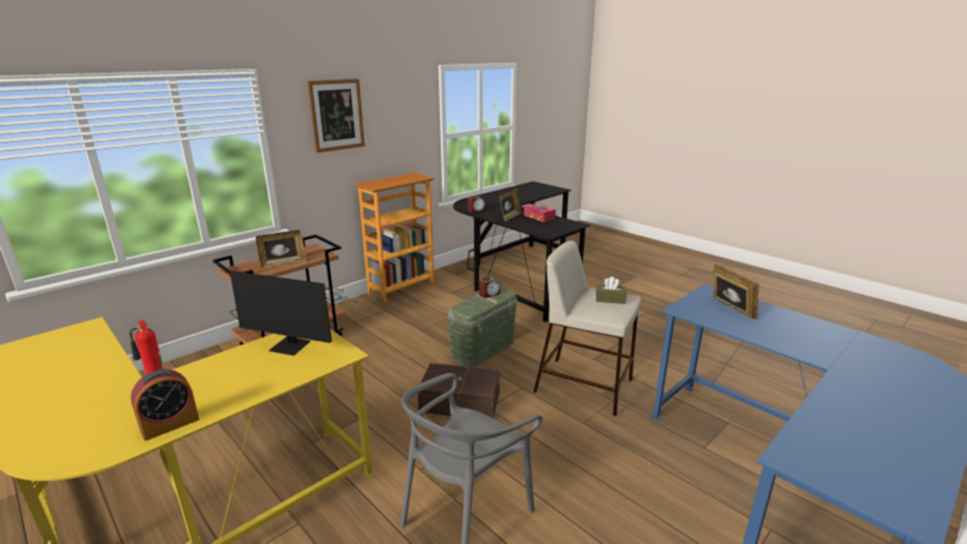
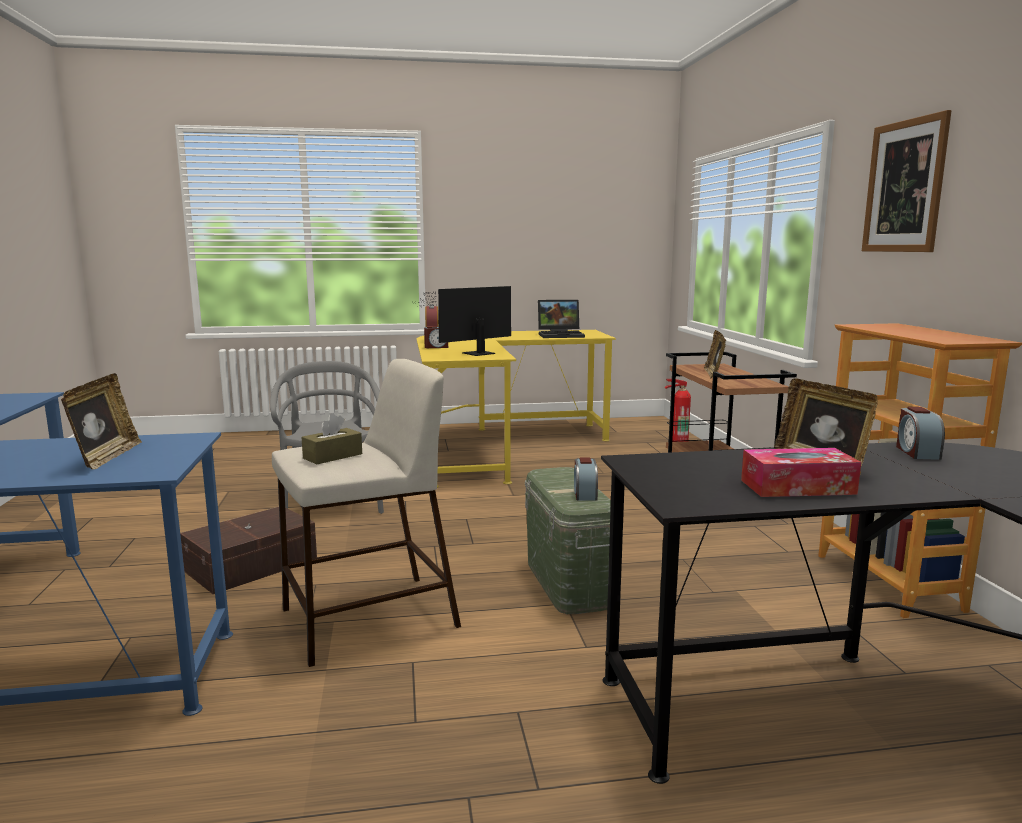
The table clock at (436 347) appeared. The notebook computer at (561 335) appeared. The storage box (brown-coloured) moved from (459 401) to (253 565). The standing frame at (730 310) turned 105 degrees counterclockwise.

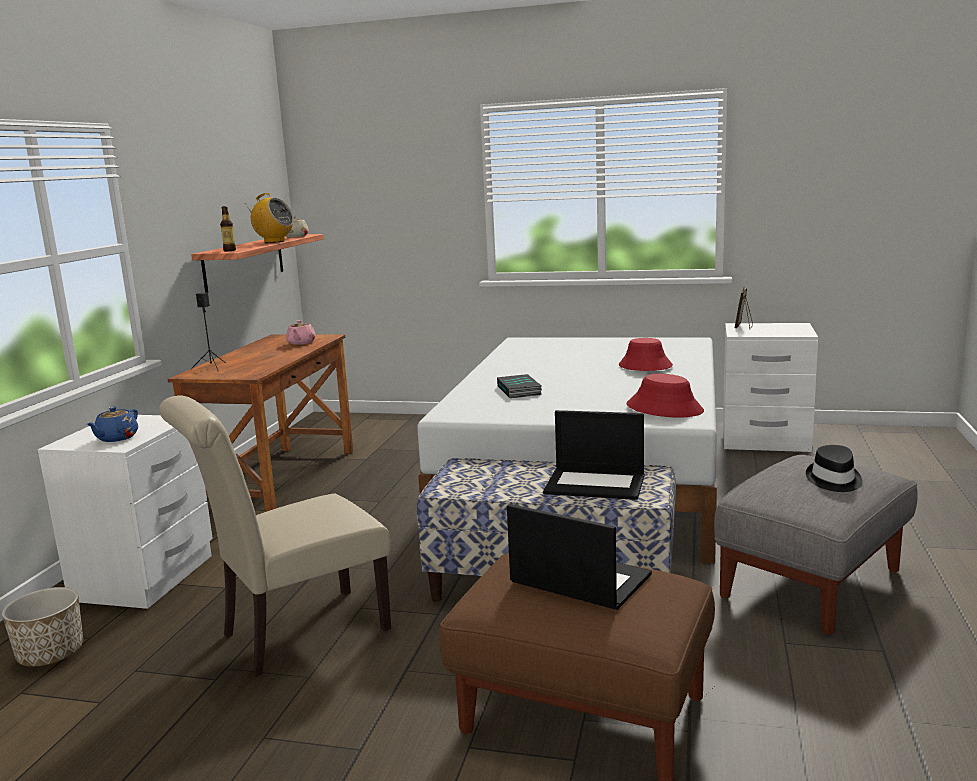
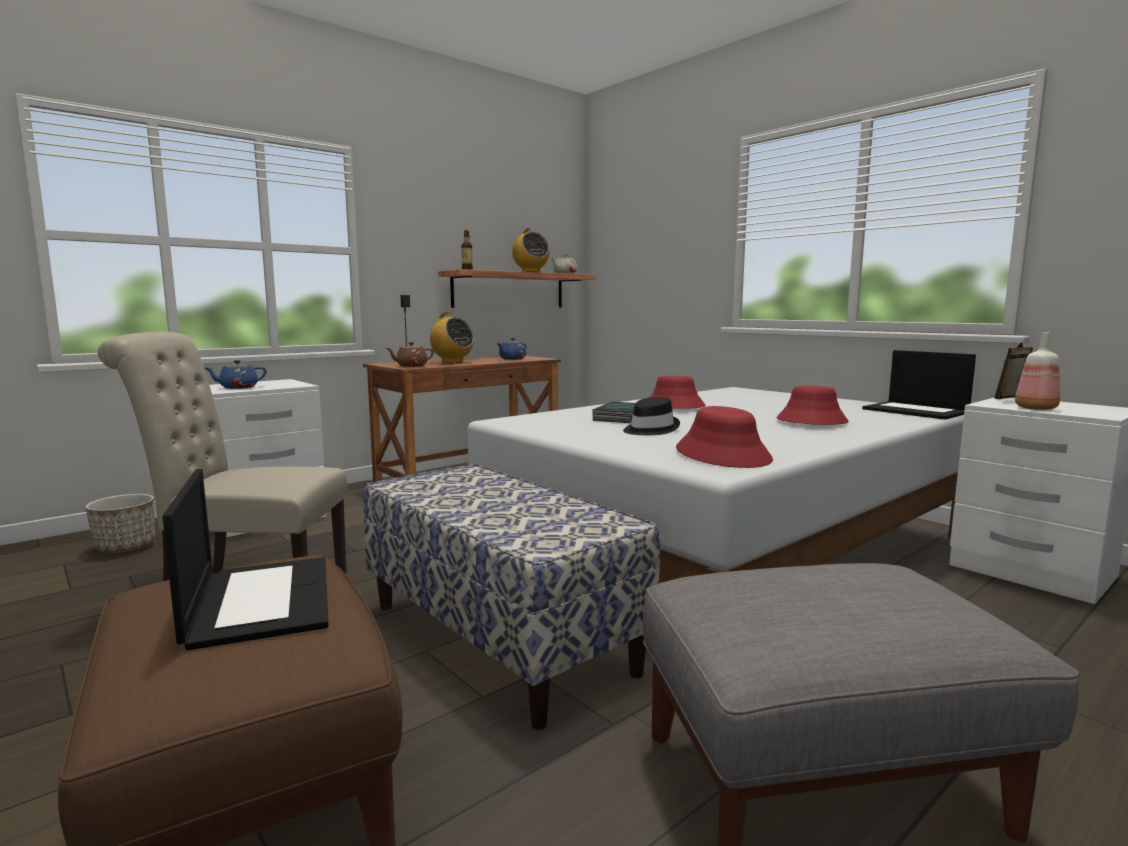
The tea pot (brown-coloured) at (411 366) appeared. The radio at (452 362) appeared. The wearable hat (red-coloured) at (674 406) appeared. The beverage bottle at (1035 408) appeared. The notebook computer moved from (596 484) to (916 411). The wearable hat (blackish) moved from (833 480) to (649 429). The tea pot (pink) at (301 343) became the tea pot (blue-coloured) at (512 359).

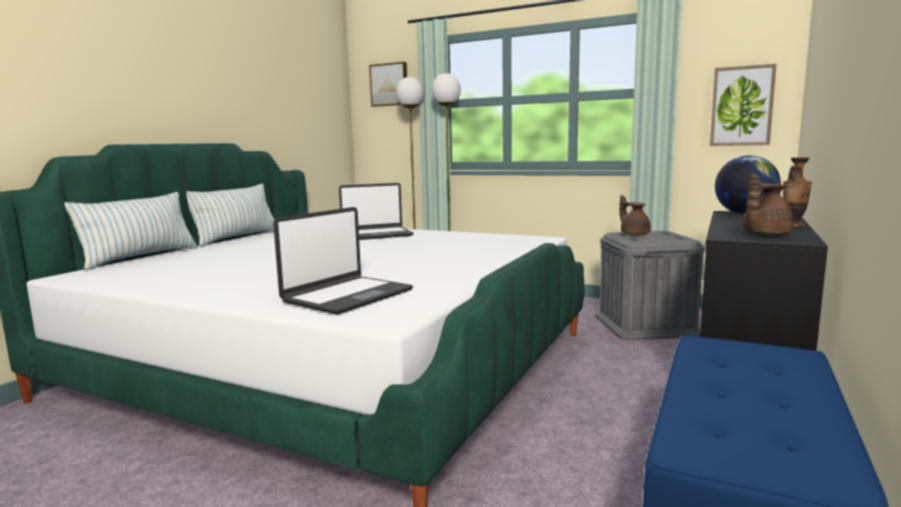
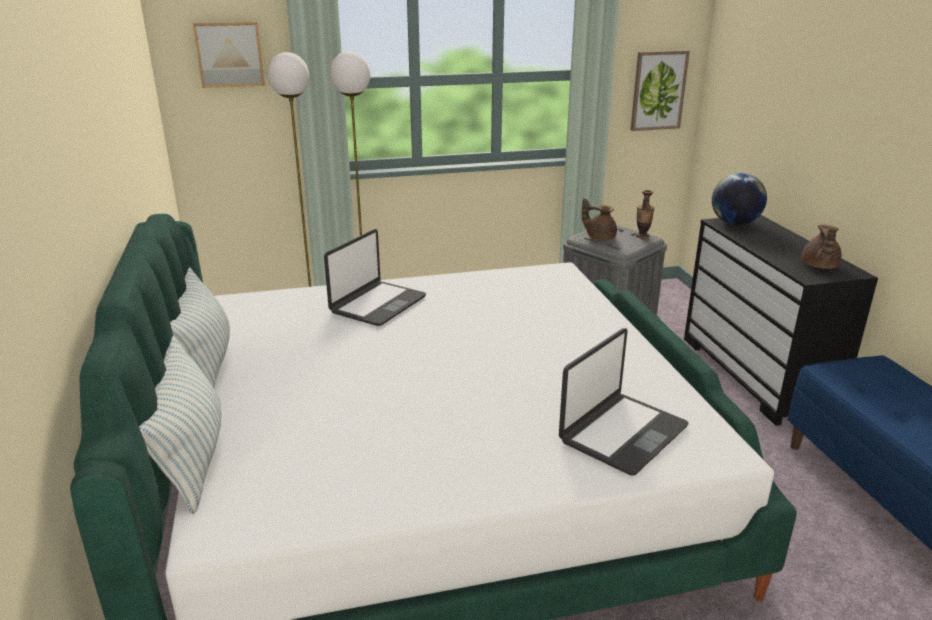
The decorative vase moved from (793 225) to (642 236). The notebook computer at (347 296) turned 45 degrees clockwise.

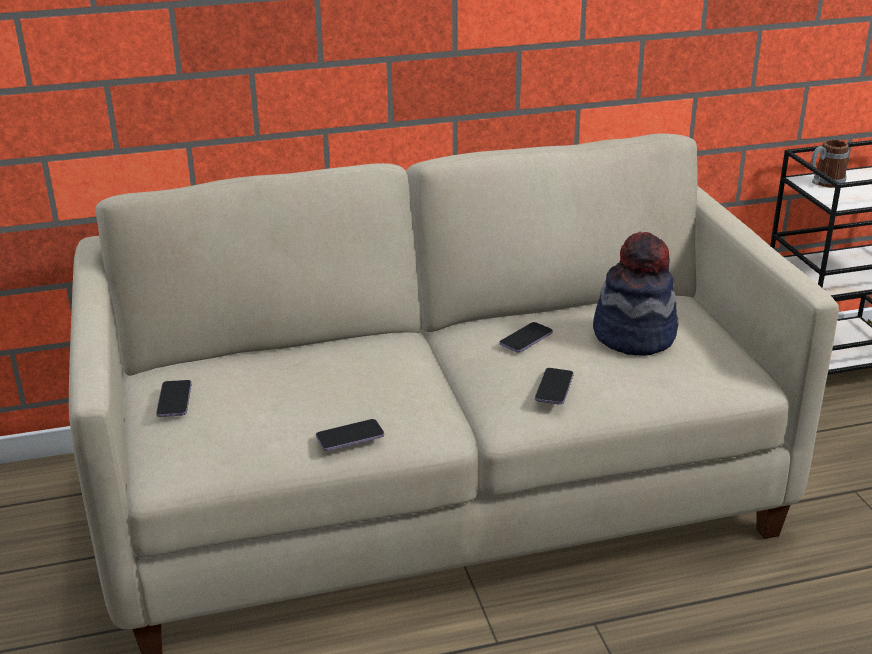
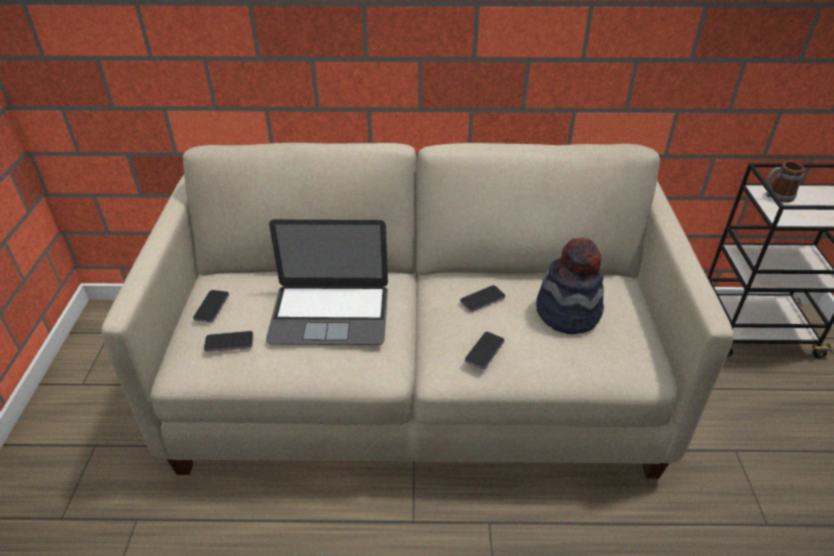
The notebook computer at (330 314) appeared. The handset moved from (350 437) to (229 342).

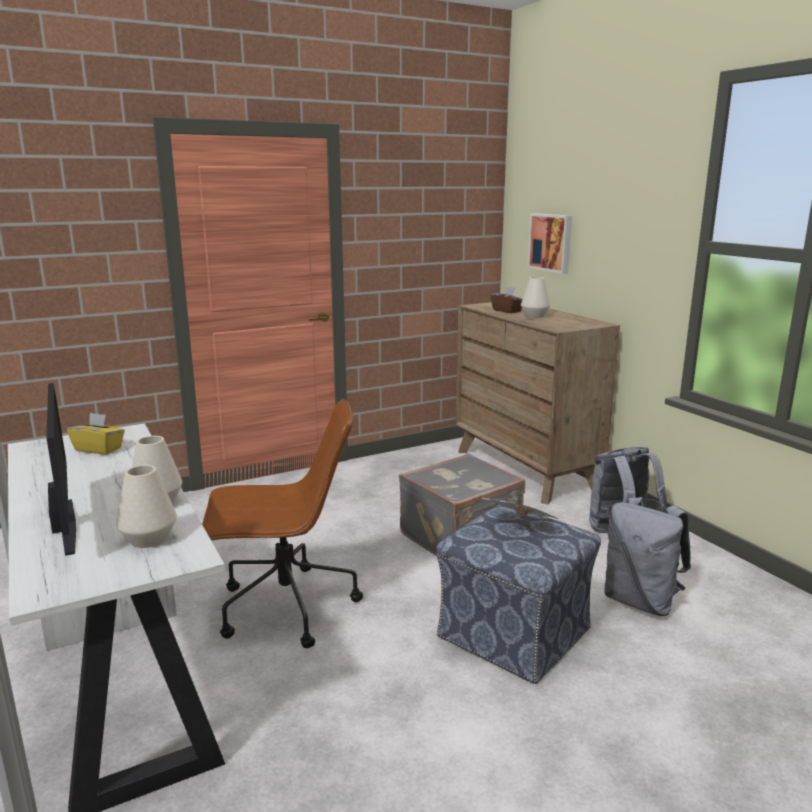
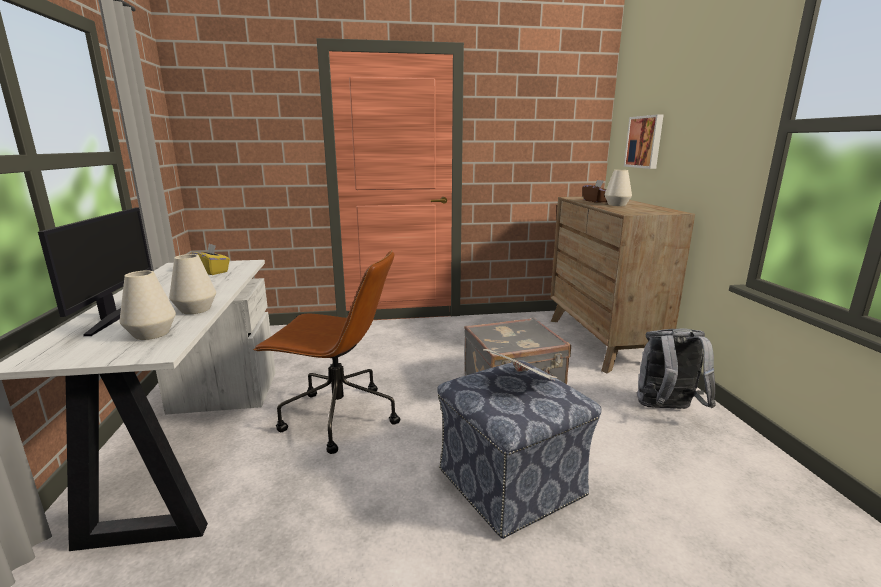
The knapsack (greyish) at (641 601) disappeared.

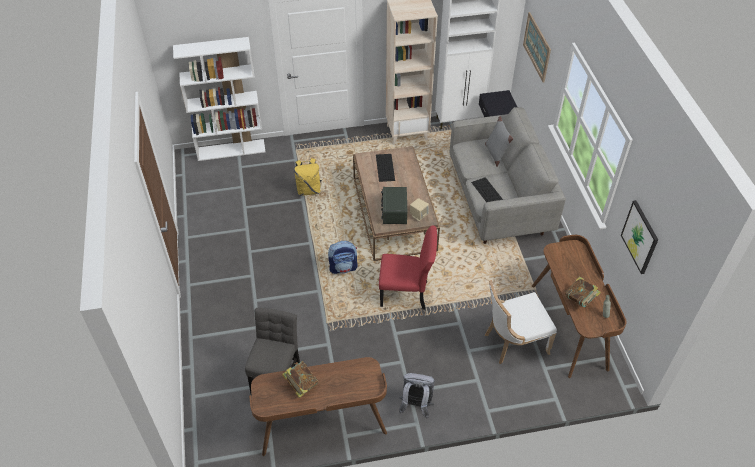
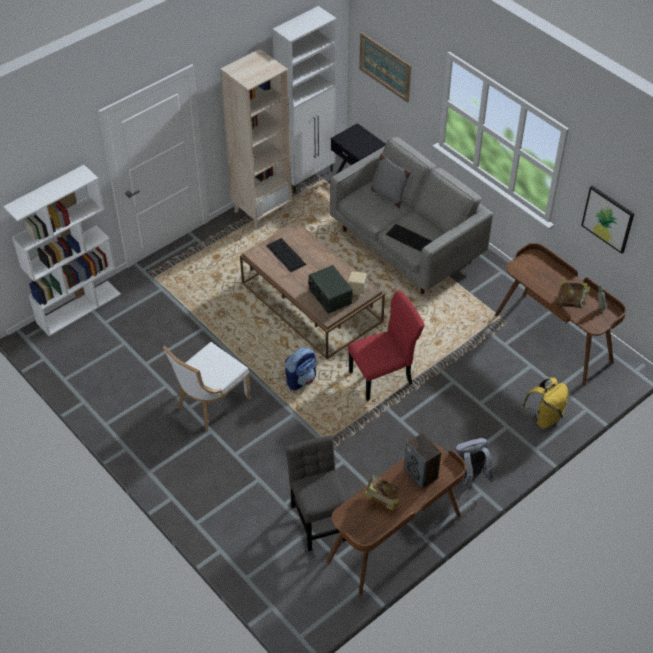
The loudspeaker at (421 474) appeared. The knapsack (yellow-coloured) moved from (308 190) to (544 417). The upright chair (white) moved from (513 342) to (210 403).

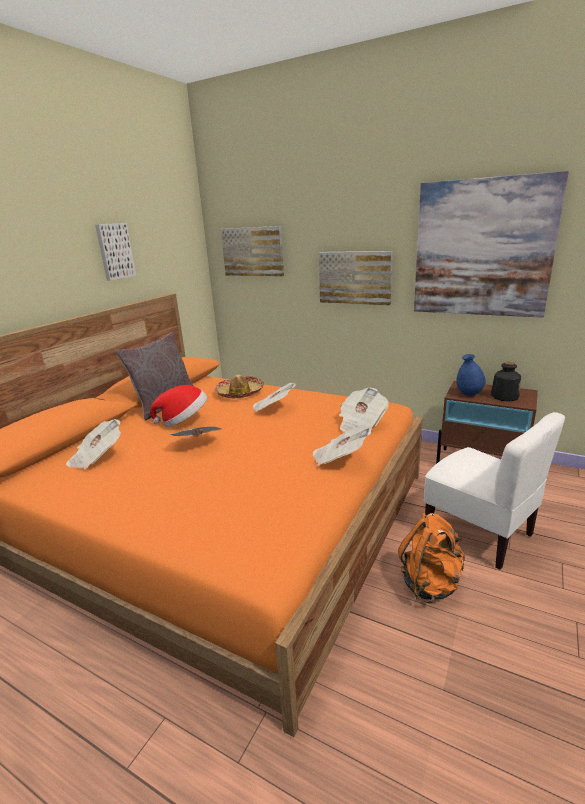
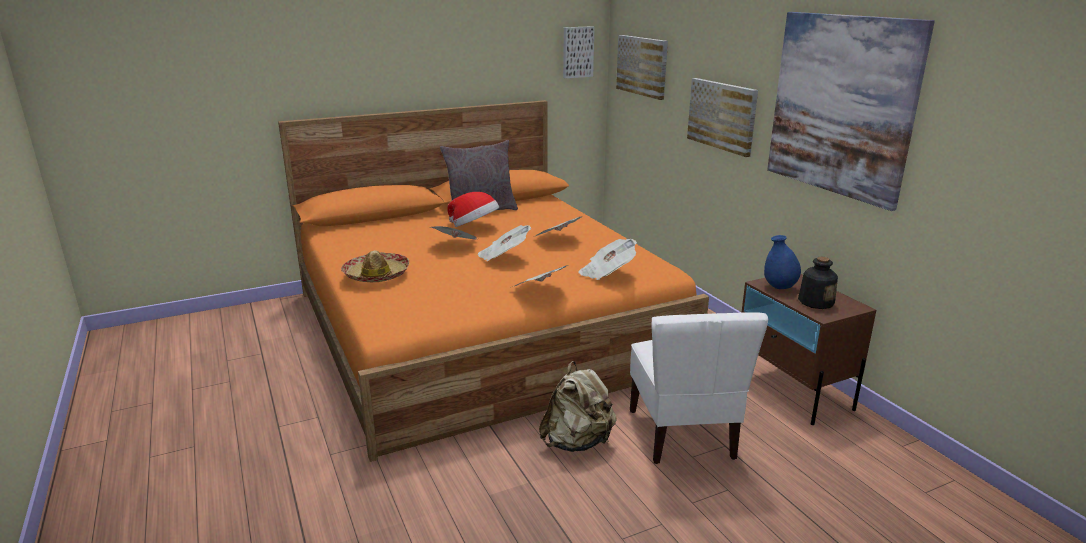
The daily paper moved from (97 457) to (503 256). The picture moved from (114 251) to (577 52). The wearable hat moved from (240 393) to (376 275). The knapsack (orange-coloured) at (430 584) became the knapsack (sand-coloured) at (577 442).

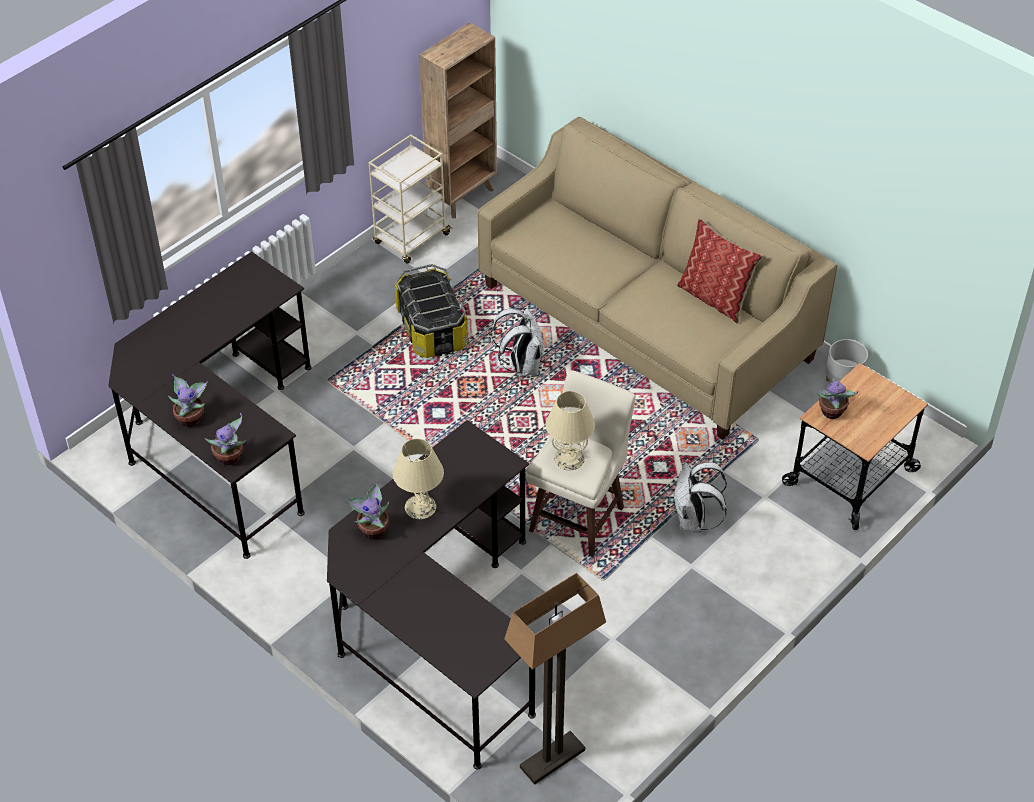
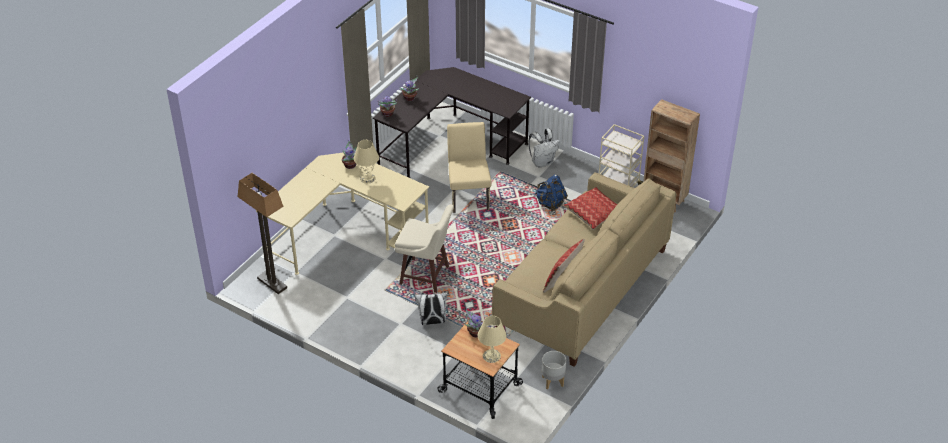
The upright chair (sand-coloured) at (468 195) appeared. The cushion at (594 213) appeared. The knapsack (white) moved from (521 366) to (542 162). The lamp for a table (sand-coloured) moved from (569 459) to (491 355). The storage box at (432 328) was replaced by the knapsack (blue-coloured) at (550 203). The desk (blackish) at (436 628) became the desk (sand-coloured) at (345 233).

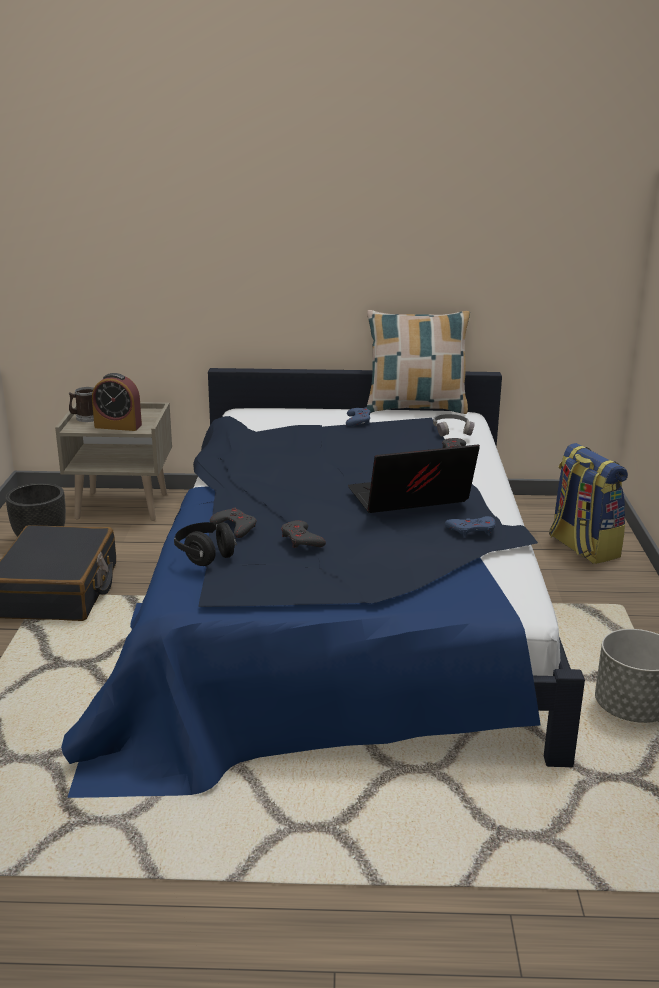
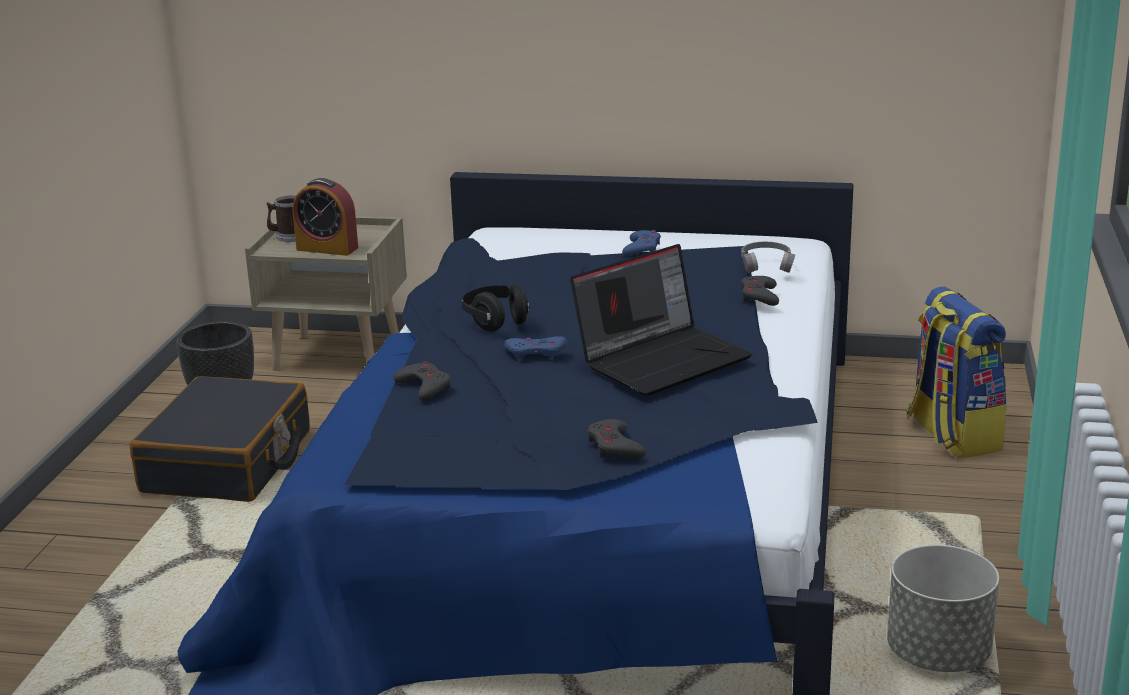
The cushion at (415 408) disappeared. The pair of headphones (blackish) moved from (205 555) to (496 322). The game controller (greyish) moved from (301 540) to (614 446). The game controller (blue-coloured) moved from (472 530) to (536 353). The notebook computer at (408 500) turned 150 degrees clockwise.

